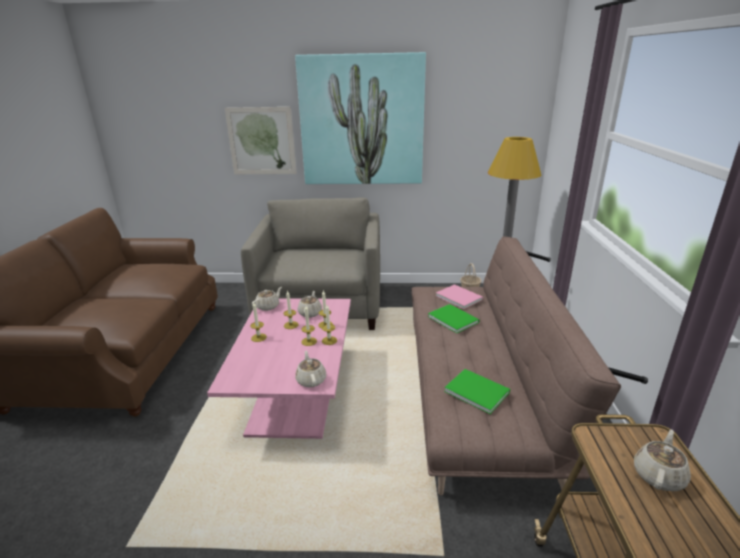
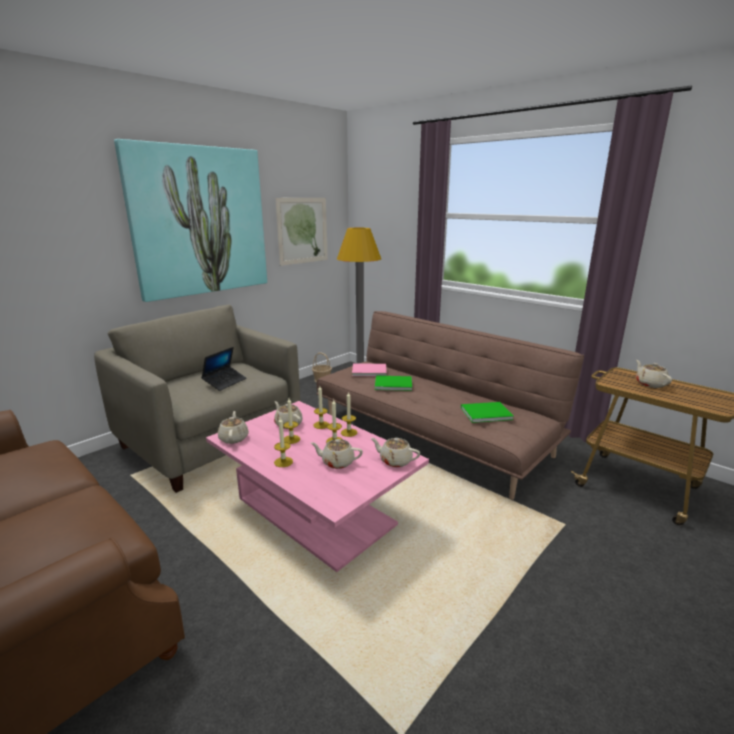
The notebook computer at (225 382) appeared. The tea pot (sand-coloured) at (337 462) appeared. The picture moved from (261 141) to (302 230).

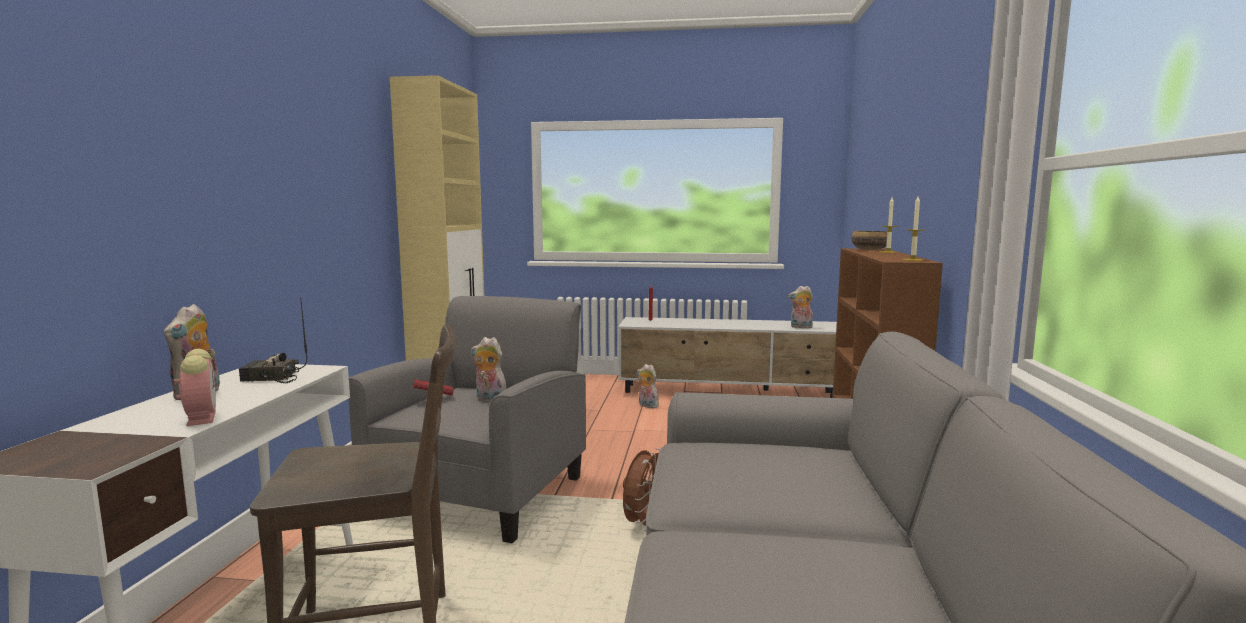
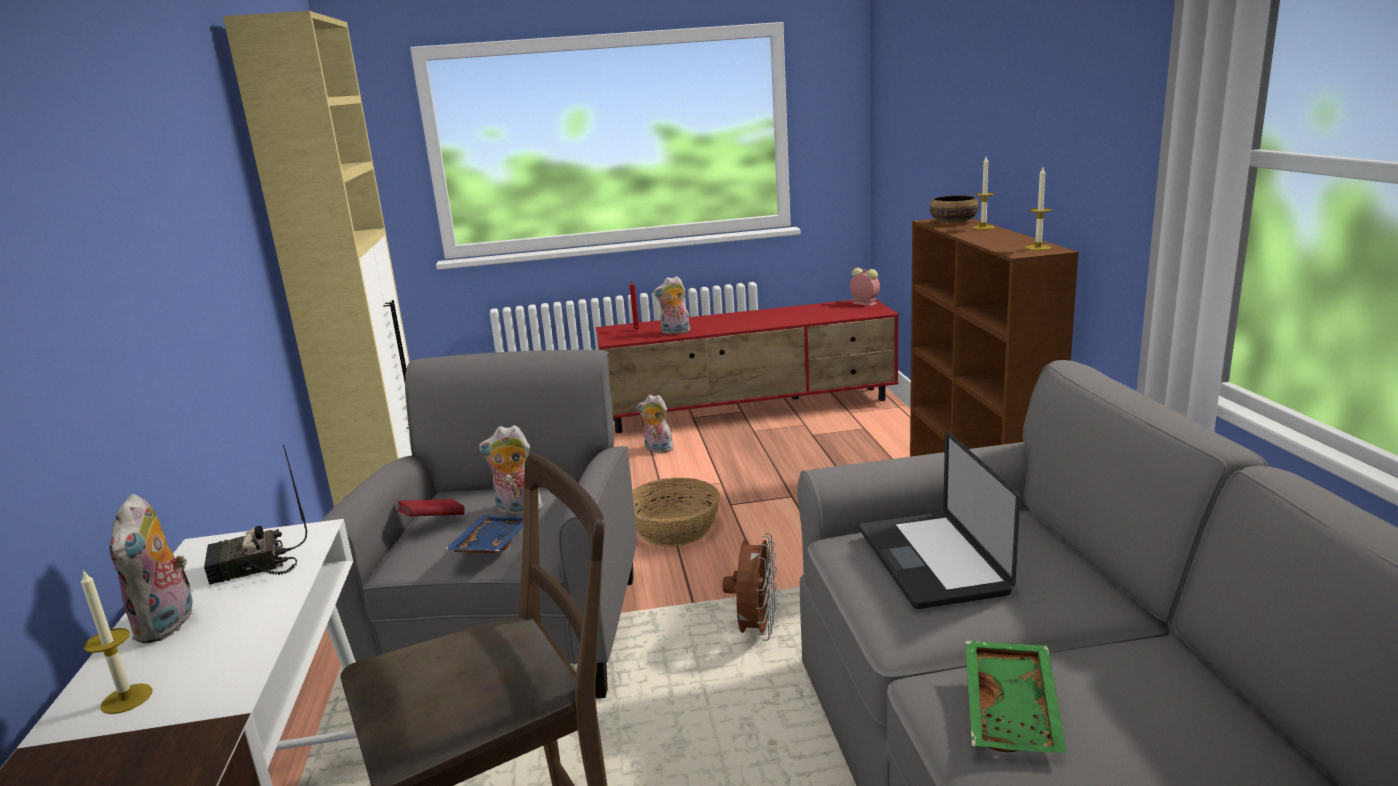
The wax light at (126 698) appeared. The tray (blue-coloured) at (490 545) appeared. The storage basket at (675 528) appeared. The notebook computer at (931 561) appeared. The tray (green) at (1014 711) appeared. The table clock moved from (201 417) to (863 303). The cuddly toy moved from (801 327) to (675 332). The tv unit (white) at (729 392) became the tv unit (red-coloured) at (751 410).

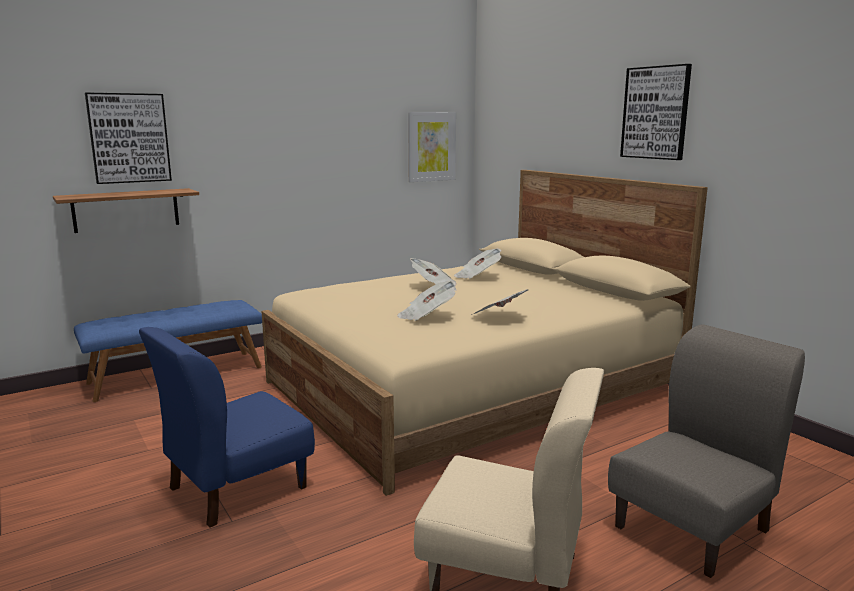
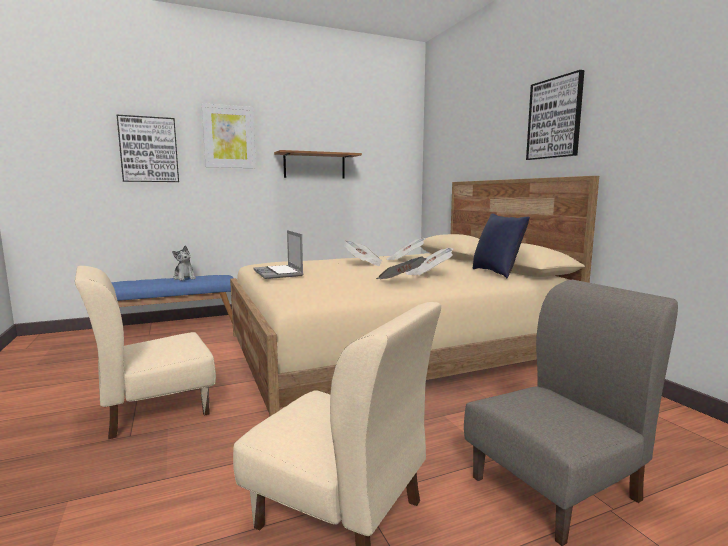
The cuddly toy at (184 278) appeared. The notebook computer at (279 273) appeared. The cushion (blue-coloured) at (497 273) appeared. The wall shelf moved from (126 210) to (314 166). The daily paper moved from (426 316) to (429 274). The picture moved from (431 146) to (229 137). The upright chair (blue-coloured) at (236 487) became the upright chair (sand-coloured) at (154 409).

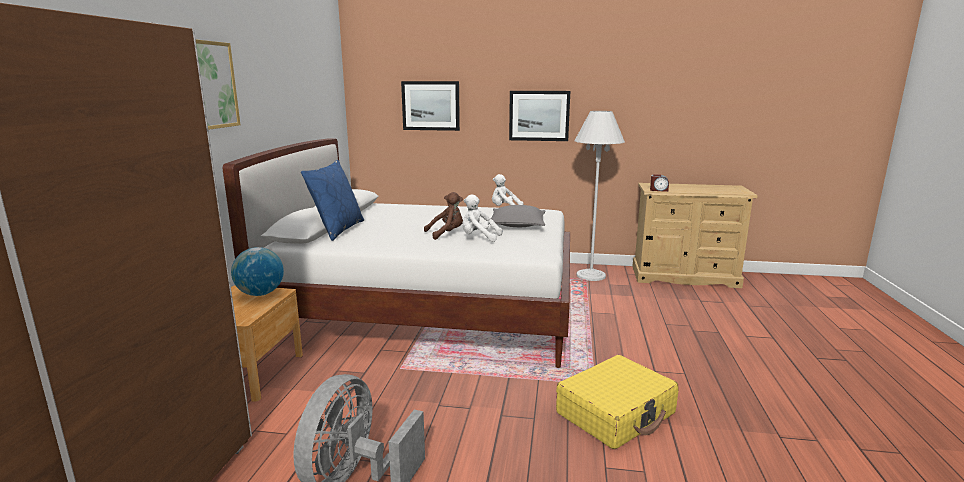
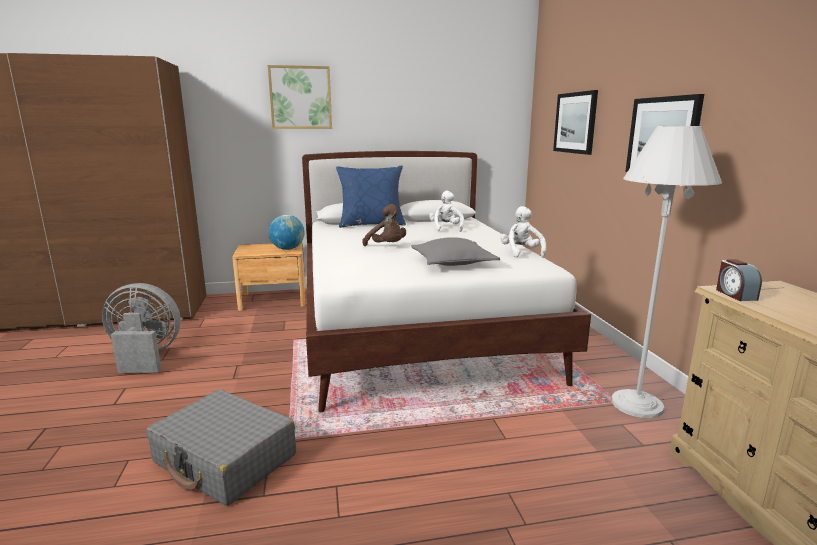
The cuddly toy (white) moved from (478 238) to (446 228). The piece of luggage (yellow-coloured) at (616 413) became the piece of luggage (greyish) at (225 459).

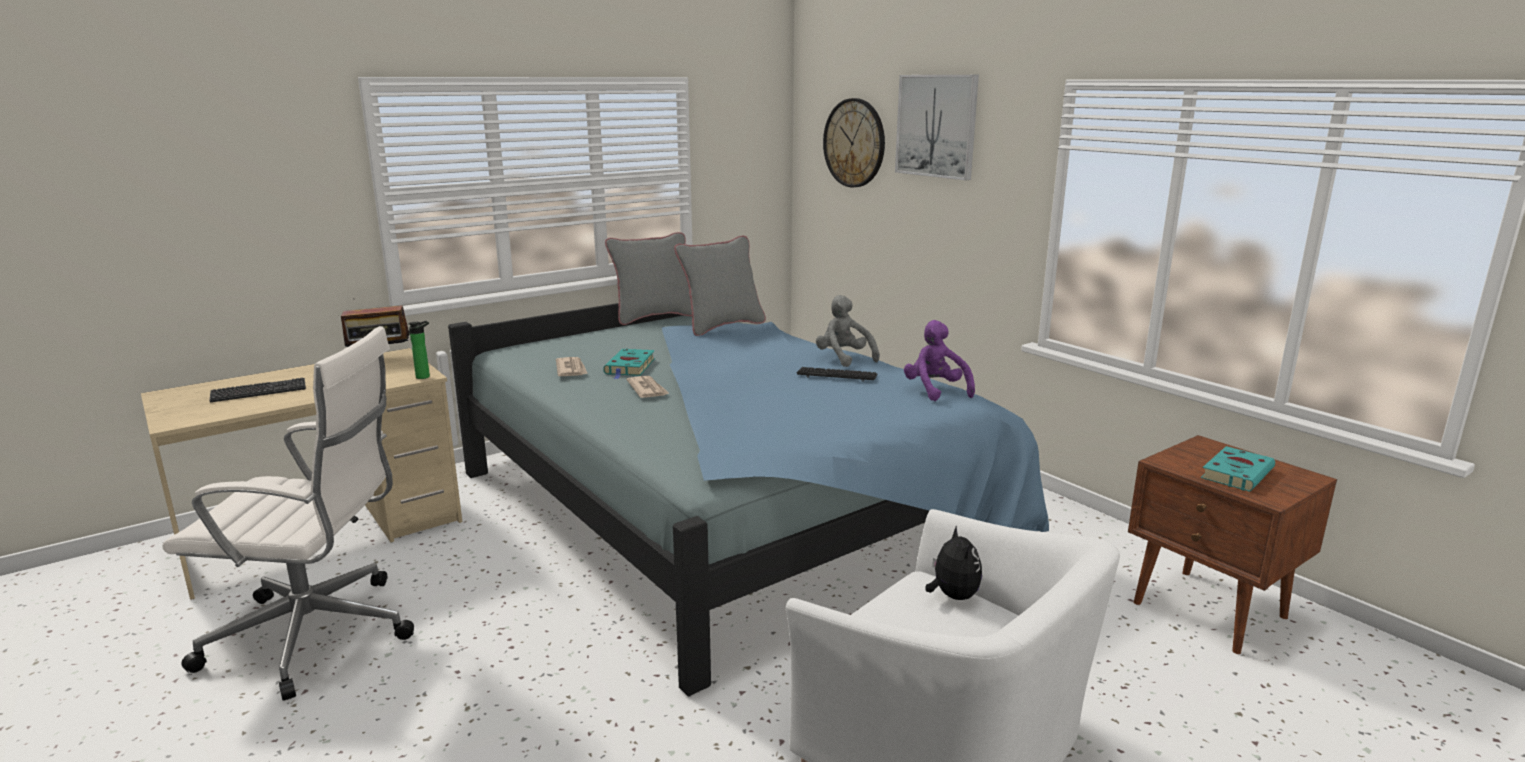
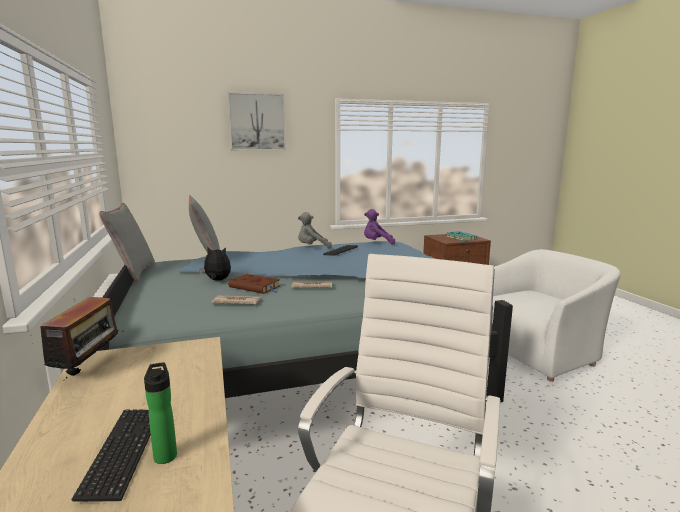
The hanging clock at (854 143) disappeared. The beverage bottle moved from (425 376) to (165 454). The cuddly toy moved from (952 596) to (217 280). The bound book (turquoise-coloured) at (630 367) became the bound book (brown-coloured) at (256 287).

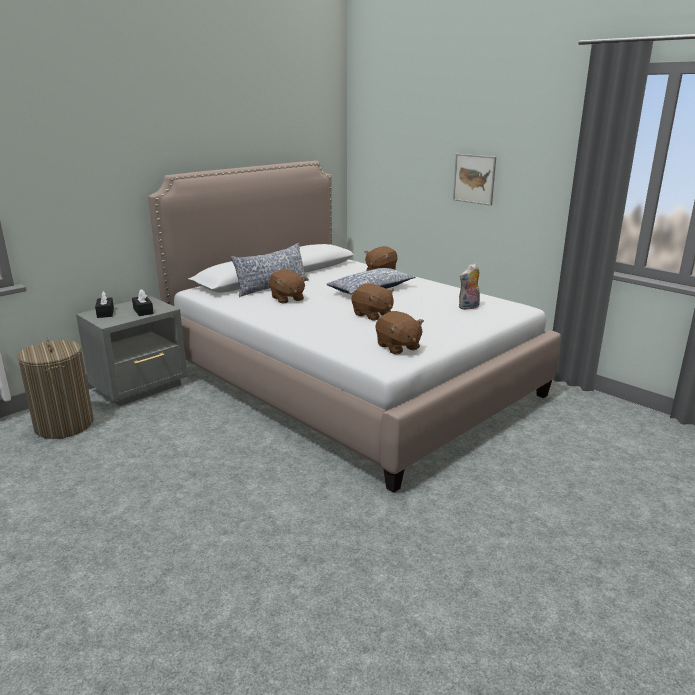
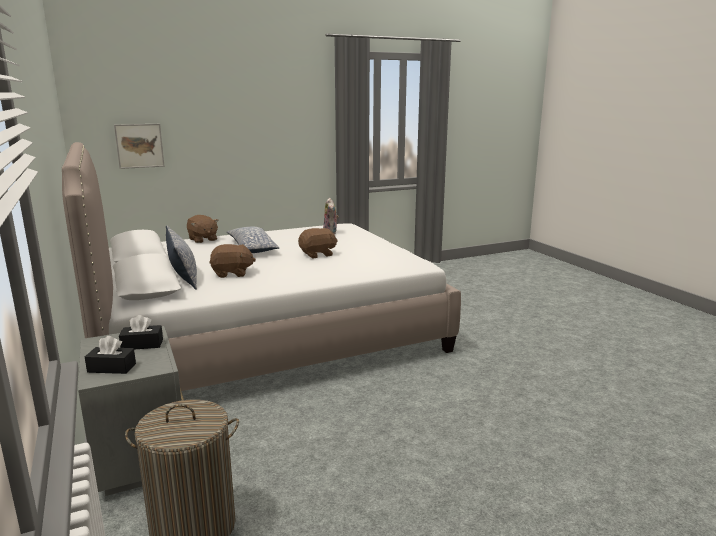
The cuddly toy (brown-coloured) at (398 347) disappeared. The picture moved from (474 179) to (139 146).

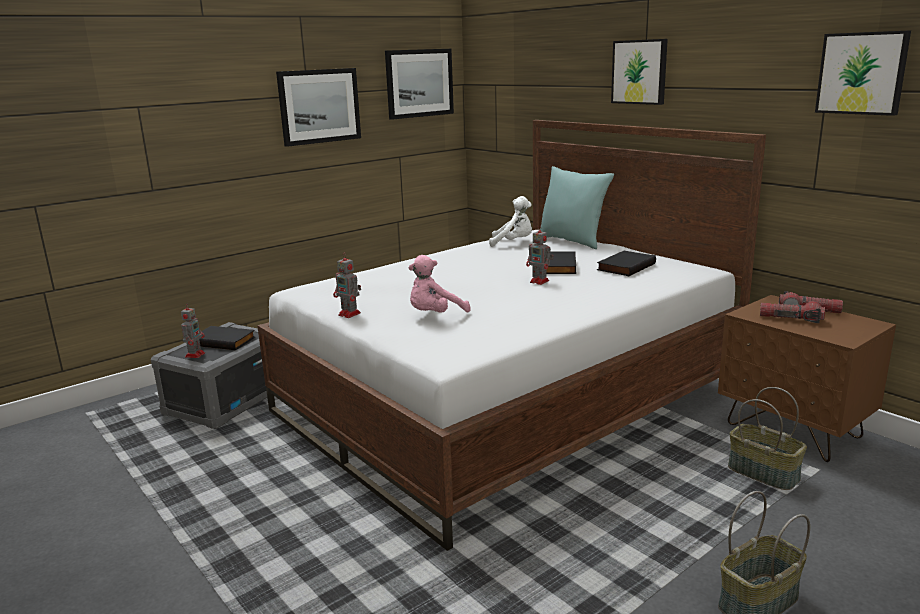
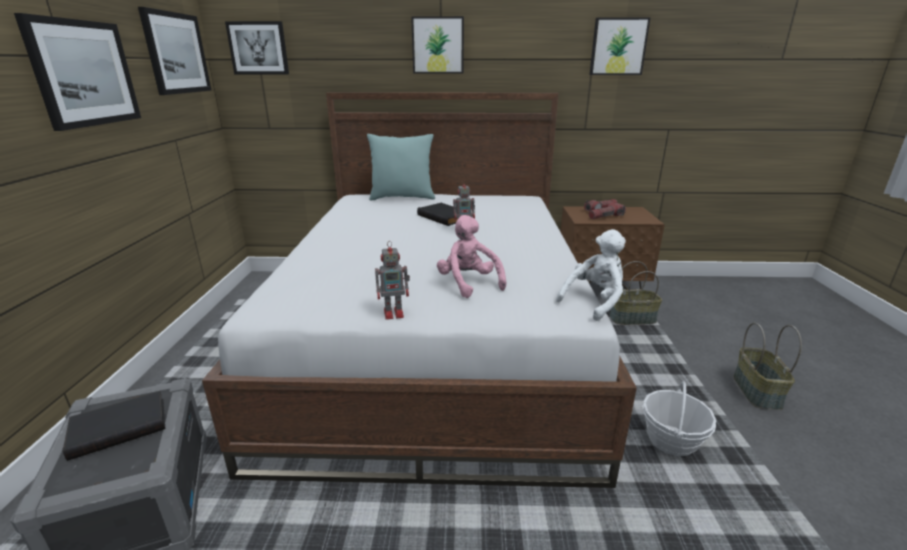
The robot figure at (195 354) disappeared. The bound book (blackish) at (625 266) disappeared. The picture at (258 48) appeared. The storage basket at (671 440) appeared. The cuddly toy (white) moved from (513 243) to (594 301). The cuddly toy (pink) at (435 315) turned 150 degrees clockwise.

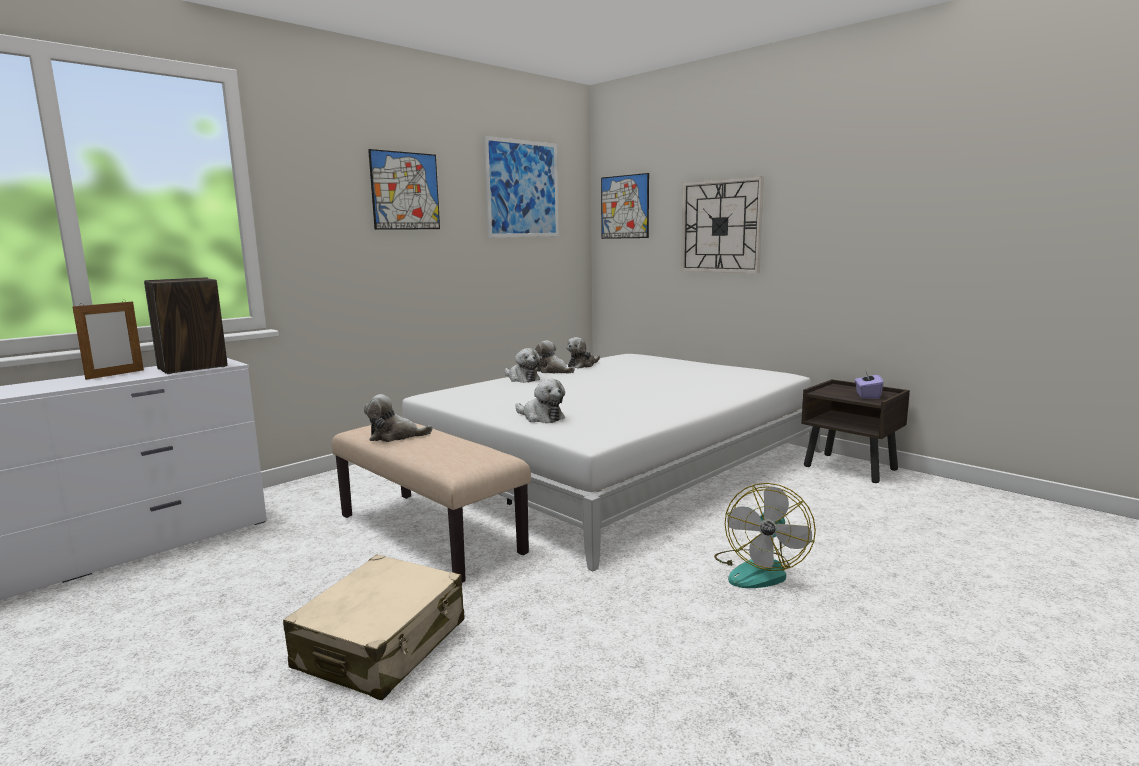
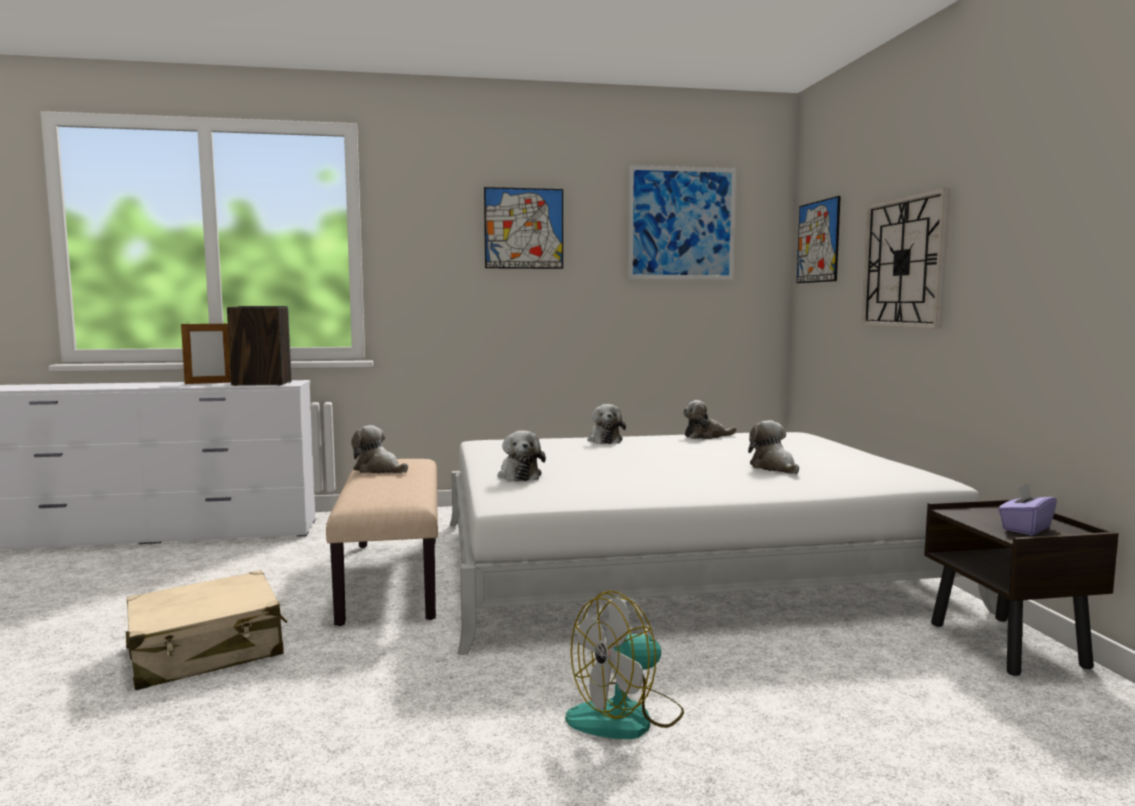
The cuddly toy moved from (553 371) to (774 467).

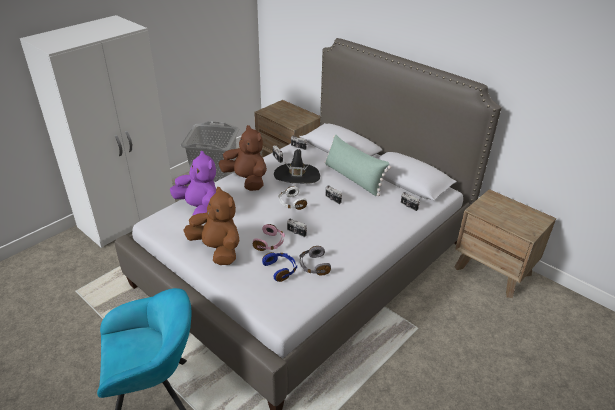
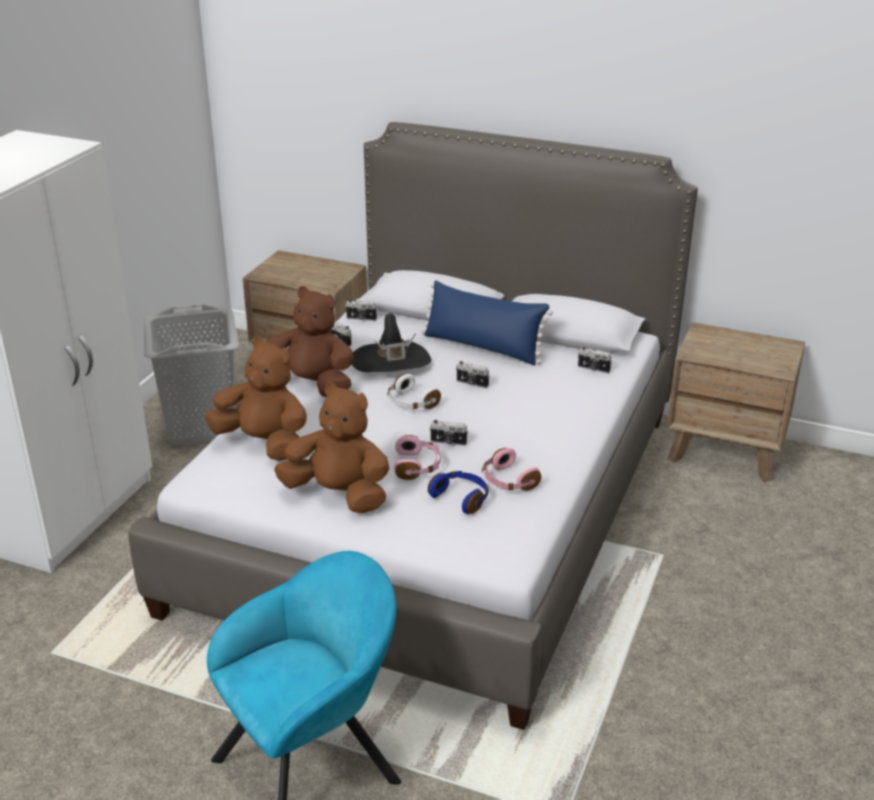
The cuddly toy (purplish) at (199 209) became the cuddly toy (brown-coloured) at (264 443). The pair of headphones (greyish) at (313 266) became the pair of headphones (pink) at (508 481). The cushion (green) at (353 178) became the cushion (blue-coloured) at (482 347).

